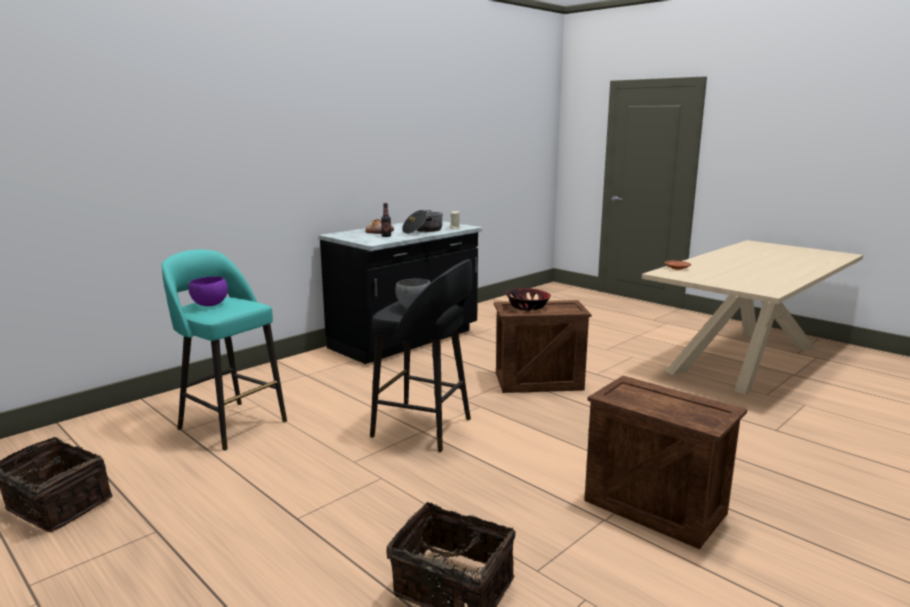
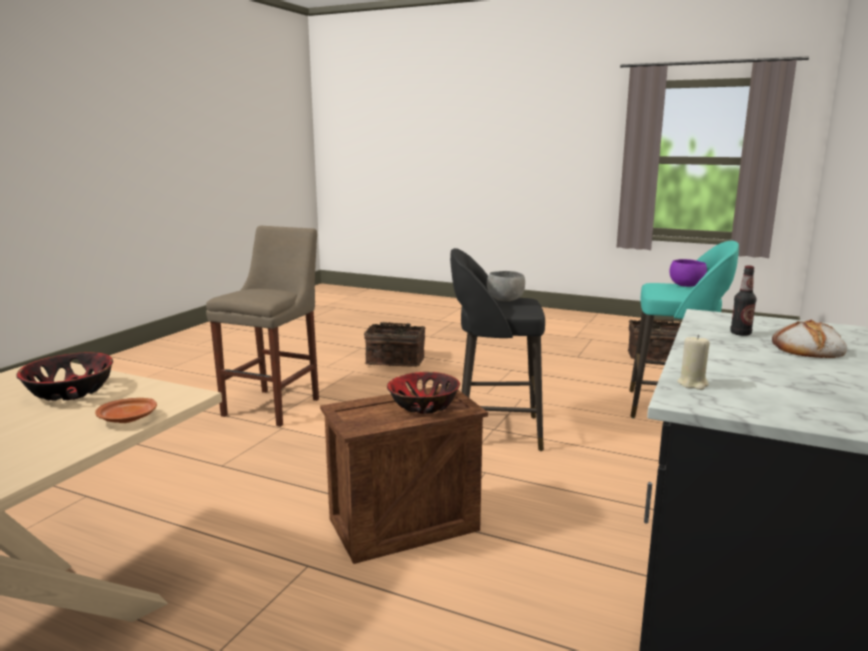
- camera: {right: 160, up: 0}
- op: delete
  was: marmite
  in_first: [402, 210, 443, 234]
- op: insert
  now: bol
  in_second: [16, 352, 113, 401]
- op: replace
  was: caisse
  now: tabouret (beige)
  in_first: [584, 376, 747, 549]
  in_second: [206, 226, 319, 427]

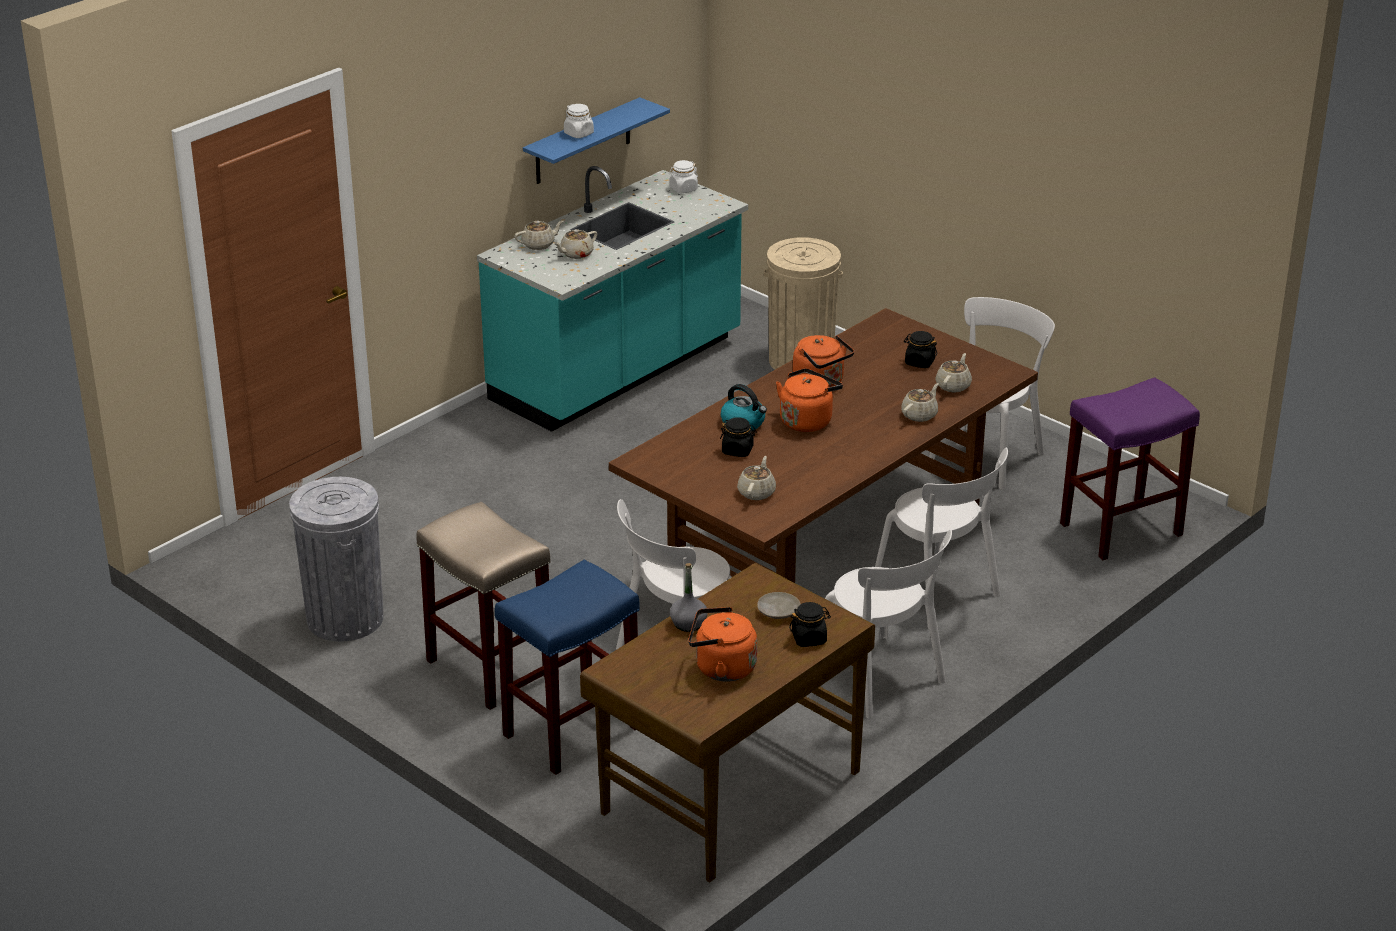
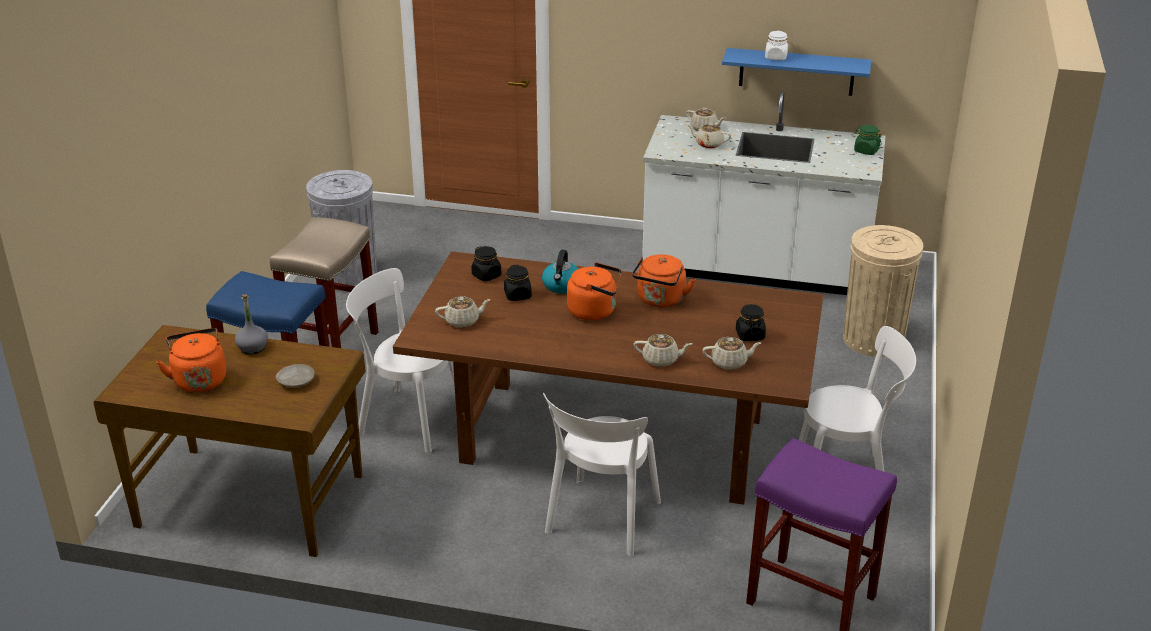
- camera: {right: 60, up: 0}
- op: delete
  was: chaise (blanc)
  in_first: [825, 529, 952, 719]
- op: move
  was: bocal (noir)
  in_first: [789, 602, 831, 647]
  in_second: [471, 246, 501, 281]
- op: recolor
  was: comptoir de cuisine (turquoise)
  now: comptoir de cuisine (blanc)
  in_first: [477, 166, 748, 432]
  in_second: [642, 91, 885, 295]
- op: recolor
  was: bocal (blanc)
  now: bocal (vert)
  in_first: [669, 160, 698, 194]
  in_second: [854, 125, 882, 155]

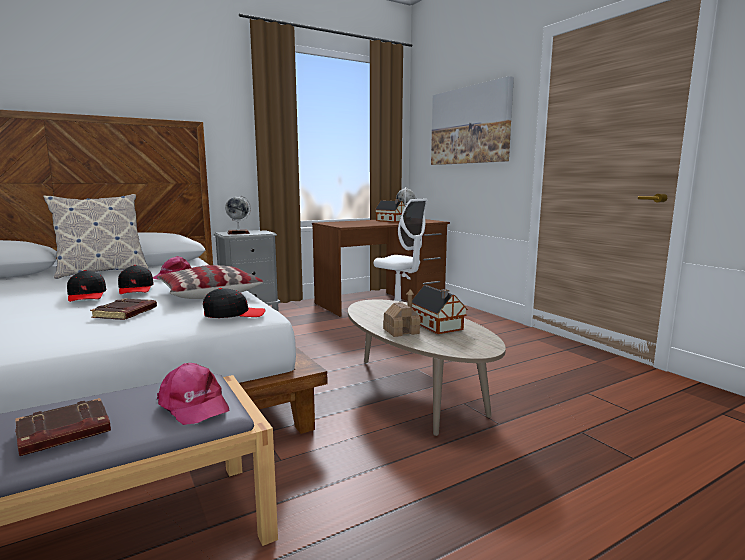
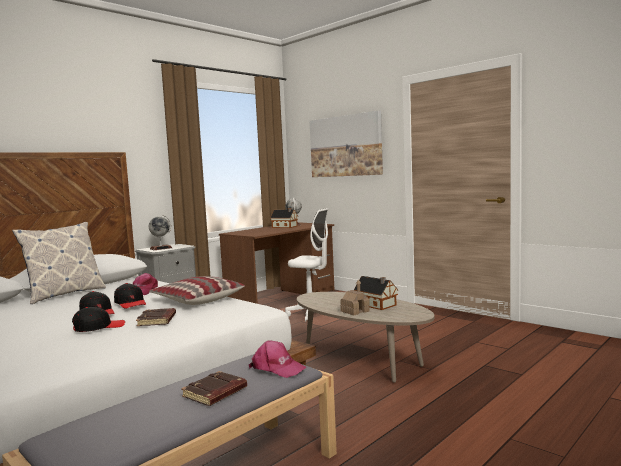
- camera: {right: -15, up: -5}
- op: move
  was: casquette (noir)
  in_first: [203, 288, 265, 318]
  in_second: [72, 307, 125, 332]

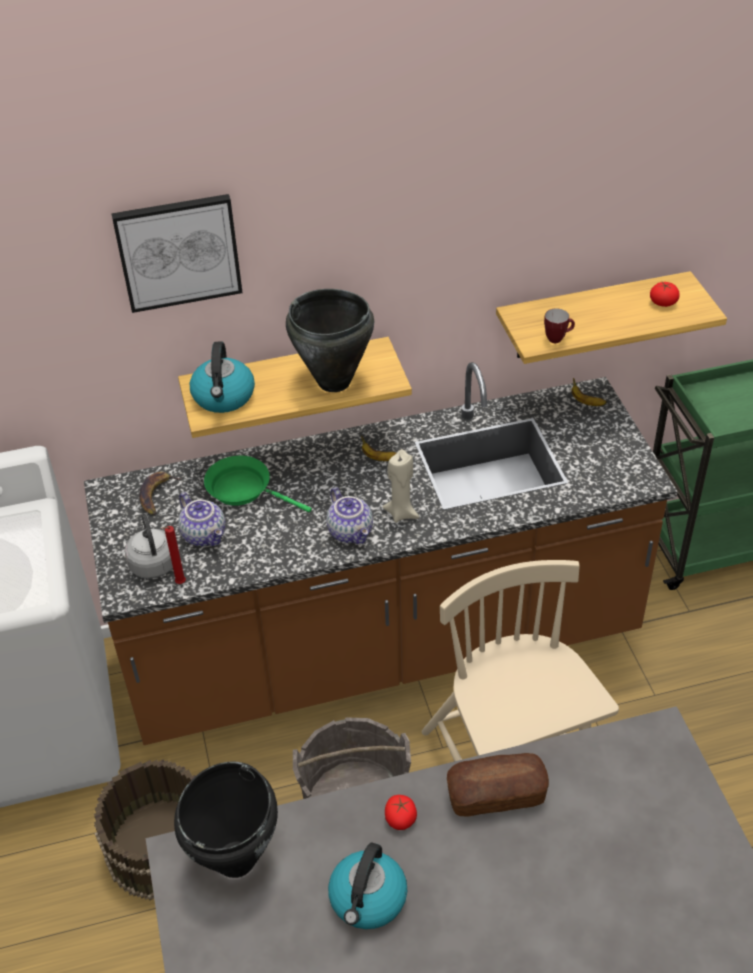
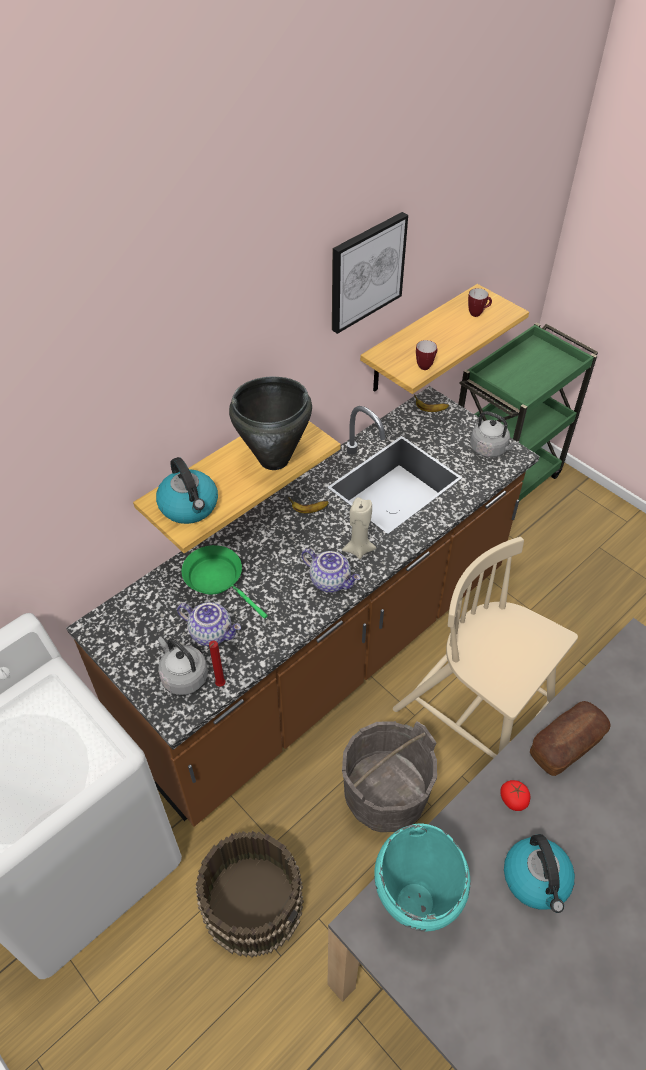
- camera: {right: -30, up: 5}
- op: delete
  was: banane
  in_first: [139, 471, 181, 515]
- op: insert
  now: bouilloire (gris)
  in_second: [470, 411, 519, 457]
- op: move
  was: tableau
  in_first: [111, 194, 243, 313]
  in_second: [332, 212, 408, 334]
- op: replace
  was: tomate
  now: mug
  in_first: [650, 282, 680, 307]
  in_second: [468, 288, 492, 317]
- op: recolor
  was: marmite (noir)
  now: marmite (turquoise)
  in_first: [174, 762, 278, 878]
  in_second: [374, 823, 470, 931]
- op: rotate
  was: poêle (vert)
  in_first: [204, 455, 312, 512]
  in_second: [182, 545, 268, 619]
  clockwise: 45

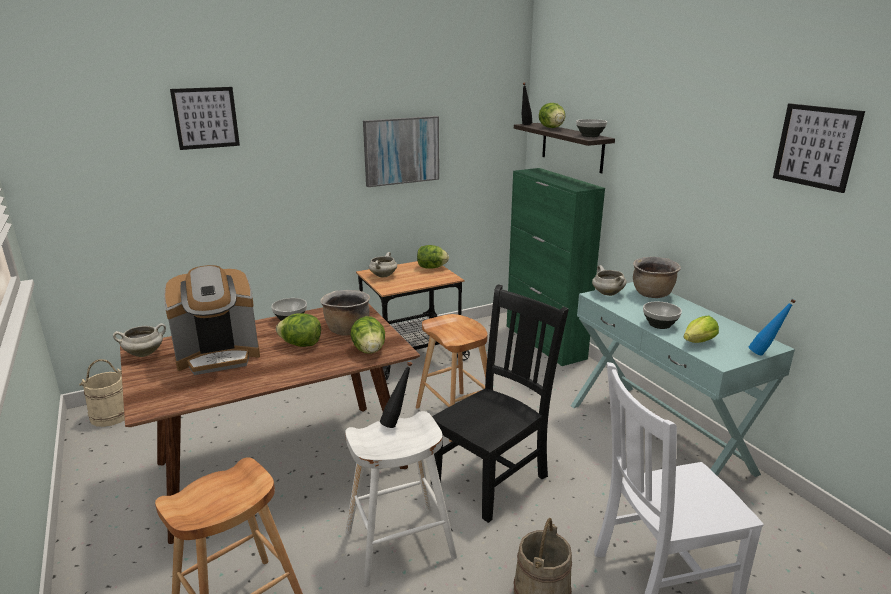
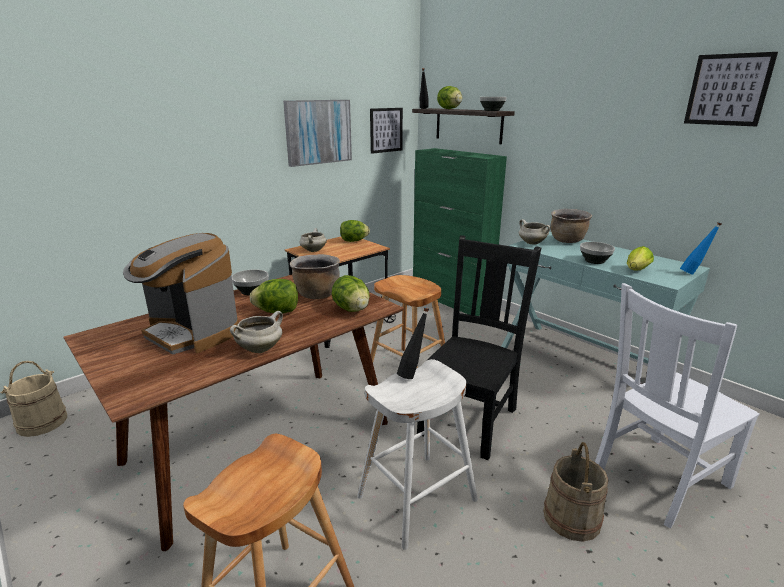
- camera: {right: -15, up: 0}
- op: move
  was: marmite (blanc)
  in_first: [113, 323, 166, 357]
  in_second: [230, 311, 283, 353]
- op: move
  was: tableau
  in_first: [170, 87, 240, 150]
  in_second: [370, 108, 403, 154]
- op: rotate
  was: machine à café
  in_first: [164, 265, 260, 375]
  in_second: [123, 233, 239, 354]
  clockwise: 75

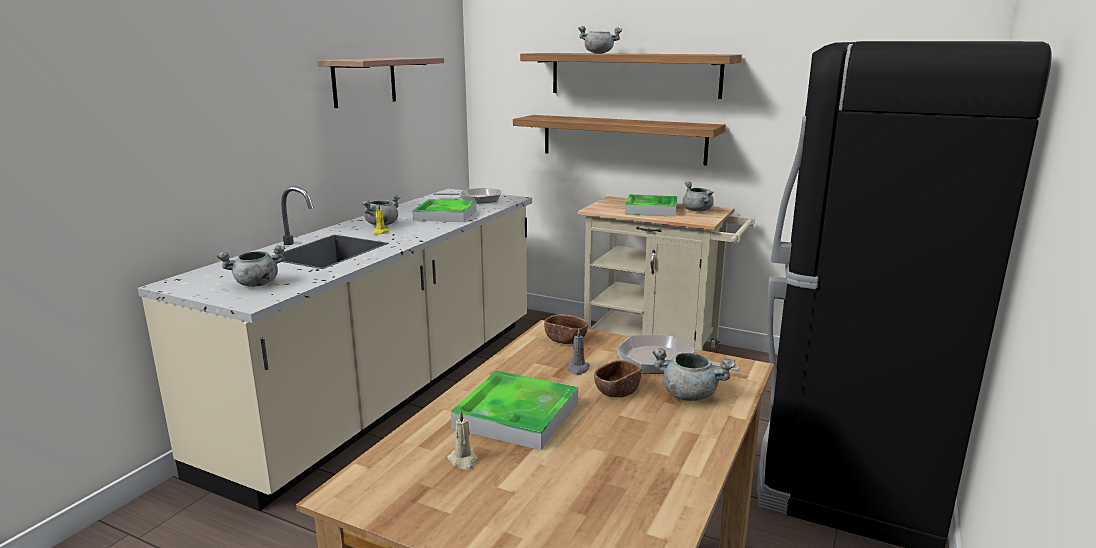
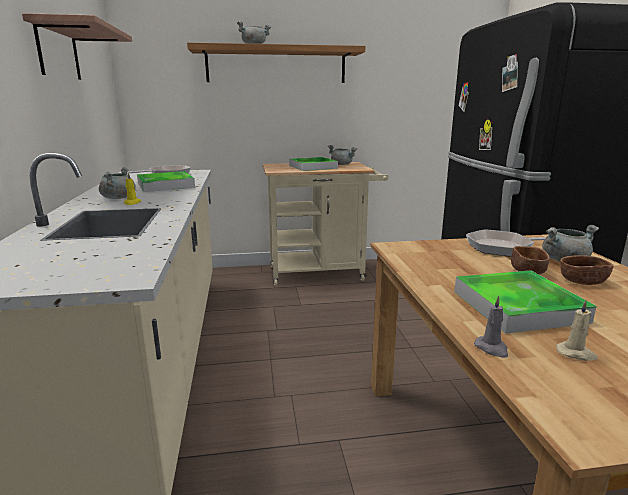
- camera: {right: -35, up: 0}
- op: delete
  was: marmite (gris)
  in_first: [217, 245, 285, 287]
- op: delete
  was: étagère
  in_first: [513, 115, 726, 166]
- op: move
  was: bol (marron)
  in_first: [544, 314, 588, 344]
  in_second: [560, 255, 614, 285]
- op: move
  was: bougie (gris)
  in_first: [568, 329, 590, 375]
  in_second: [474, 296, 508, 358]

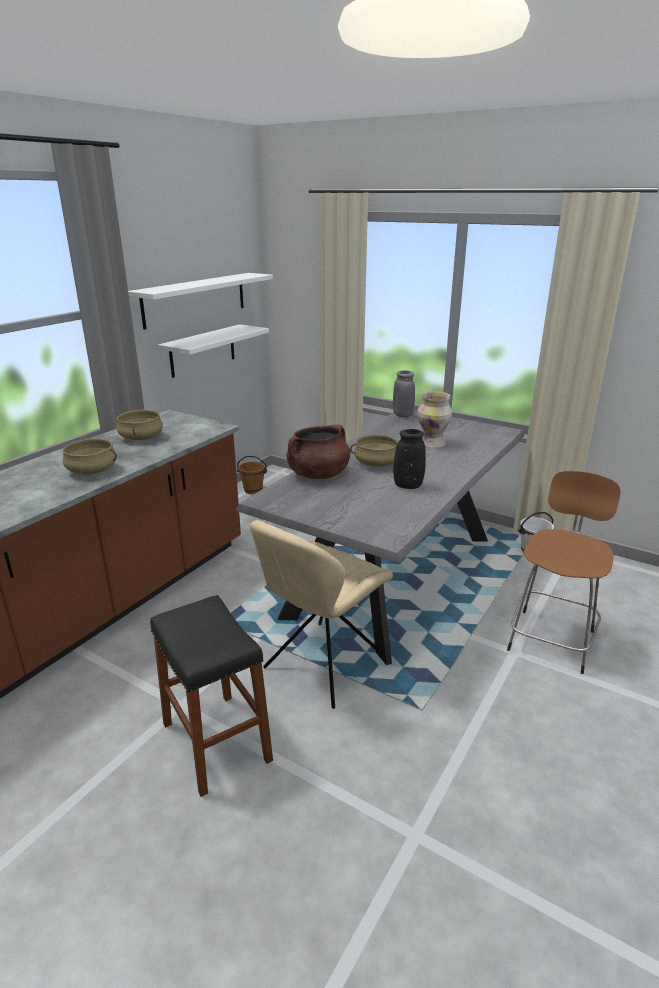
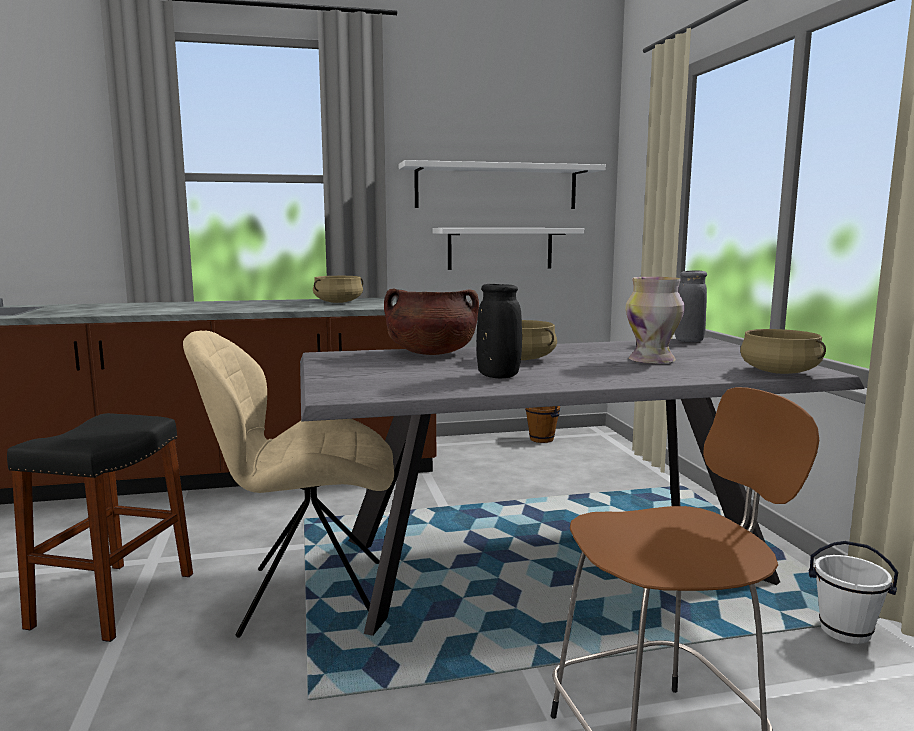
- camera: {right: 45, up: -15}
- op: move
  was: marmite (beige)
  in_first: [63, 438, 117, 474]
  in_second: [740, 329, 826, 374]

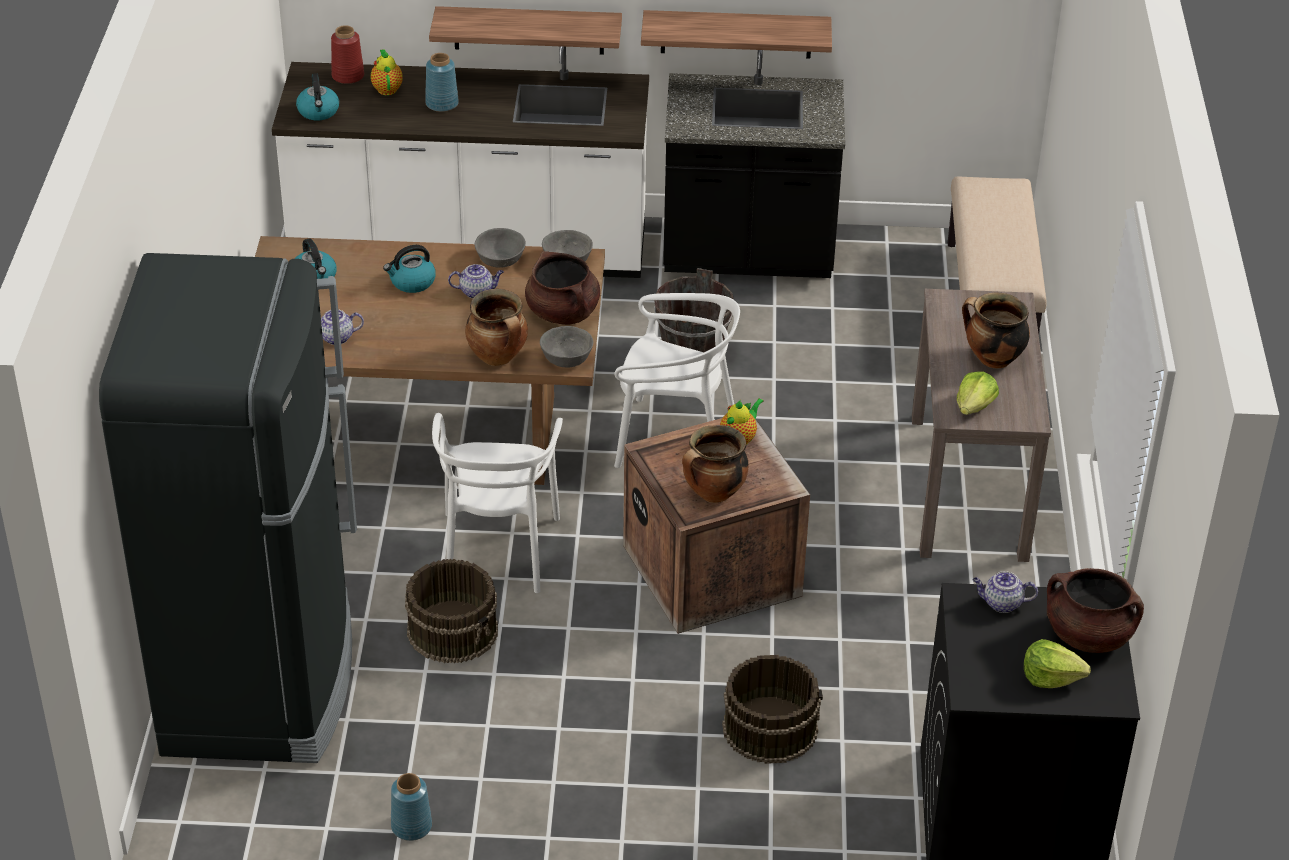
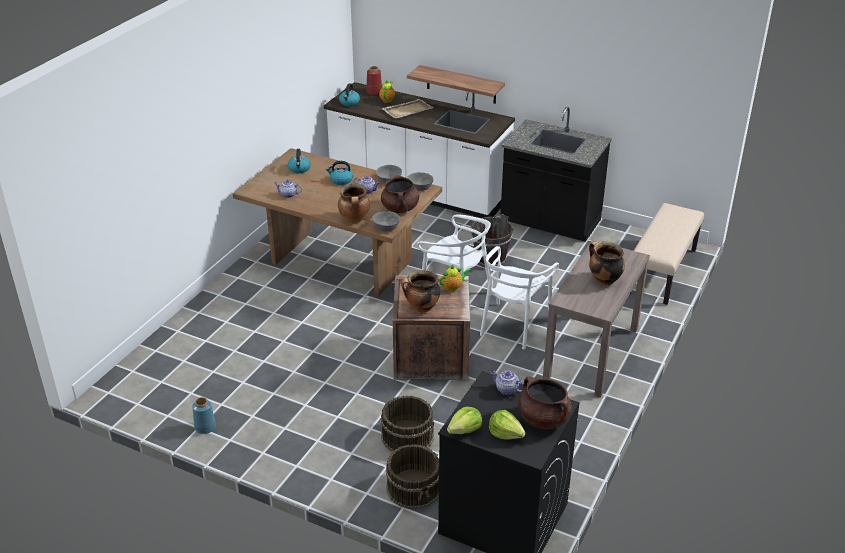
- camera: {right: 25, up: -5}
- op: delete
  was: réfrigérateur (noir)
  in_first: [99, 253, 357, 763]
- op: delete
  was: étagère
  in_first: [641, 10, 832, 59]
- op: move
  was: seau (marron)
  in_first: [405, 559, 498, 663]
  in_second: [386, 444, 439, 509]
- op: move
  was: chaise (blanc)
  in_first: [432, 413, 563, 593]
  in_second: [480, 246, 559, 349]
- op: move
  was: laitue
  in_first: [957, 371, 999, 415]
  in_second: [447, 407, 482, 434]
- op: replace
  was: vase (bleu)
  now: plateau (beige)
  in_first: [425, 53, 459, 112]
  in_second: [382, 99, 433, 119]

